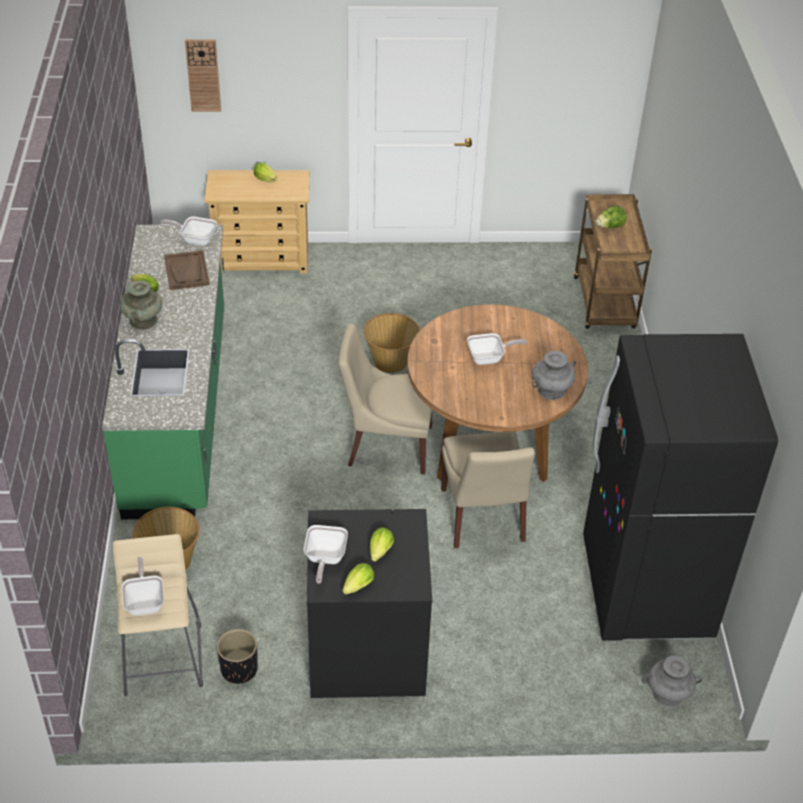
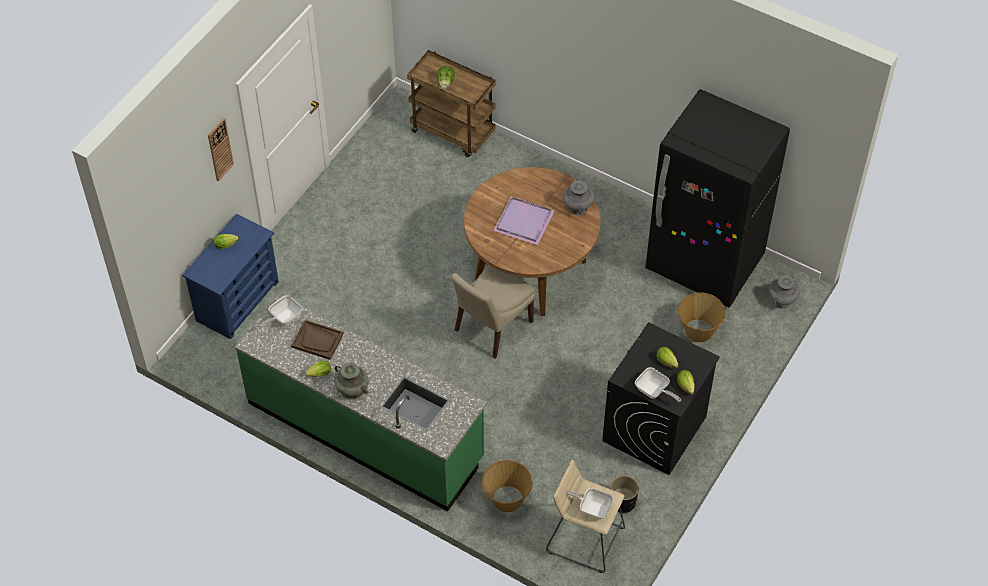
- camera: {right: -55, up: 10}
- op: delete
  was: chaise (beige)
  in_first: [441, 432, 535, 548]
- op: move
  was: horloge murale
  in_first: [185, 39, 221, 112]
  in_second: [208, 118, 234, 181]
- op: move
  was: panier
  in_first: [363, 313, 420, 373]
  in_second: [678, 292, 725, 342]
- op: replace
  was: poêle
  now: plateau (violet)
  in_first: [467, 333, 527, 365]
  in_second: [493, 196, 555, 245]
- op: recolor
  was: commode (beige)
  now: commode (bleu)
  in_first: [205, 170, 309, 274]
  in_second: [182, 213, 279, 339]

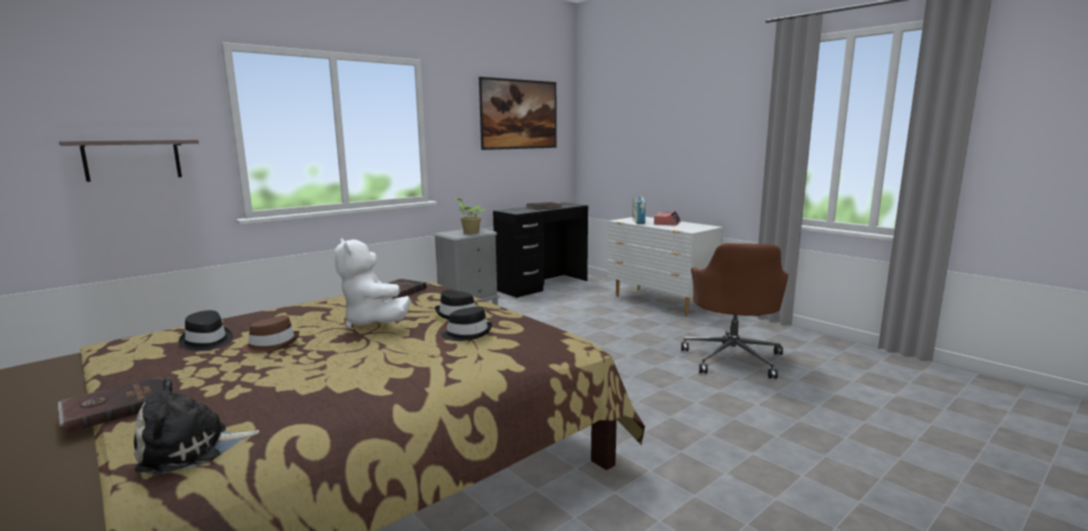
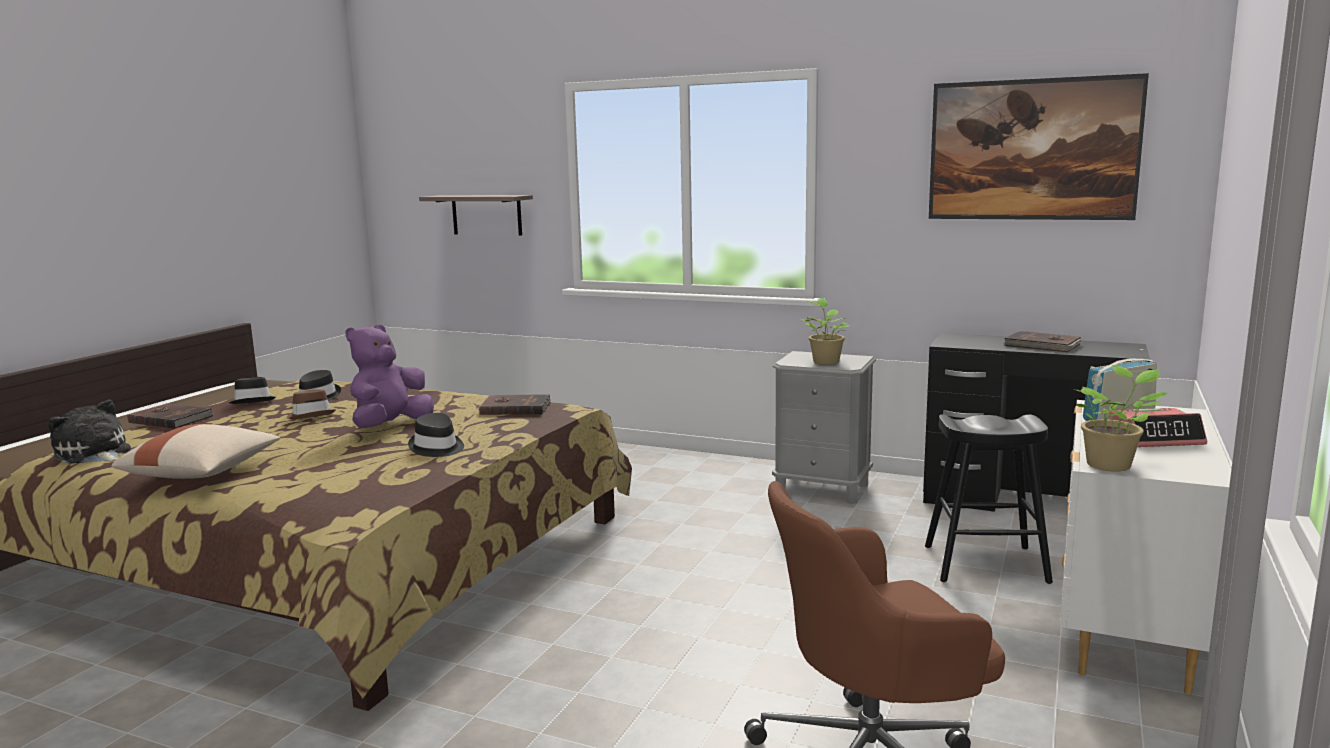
- camera: {right: 65, up: 0}
- op: insert
  now: coussin (beige)
  in_second: [111, 424, 280, 479]
- op: insert
  now: tabouret (noir)
  in_second: [925, 414, 1053, 584]
- op: insert
  now: plante en pot
  in_second: [1073, 365, 1168, 472]
- op: move
  was: chapeau (noir)
  in_first: [441, 306, 492, 341]
  in_second: [229, 377, 276, 404]
- op: recolor
  was: peluche (blanc)
  now: peluche (violet)
  in_first: [335, 238, 410, 328]
  in_second: [345, 324, 434, 428]

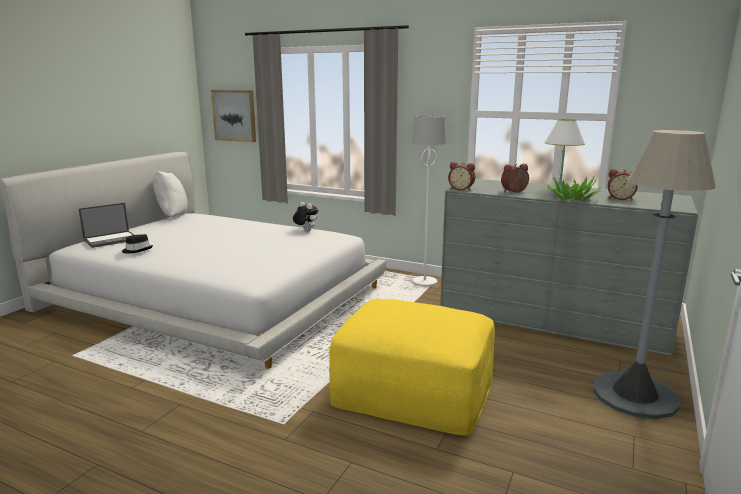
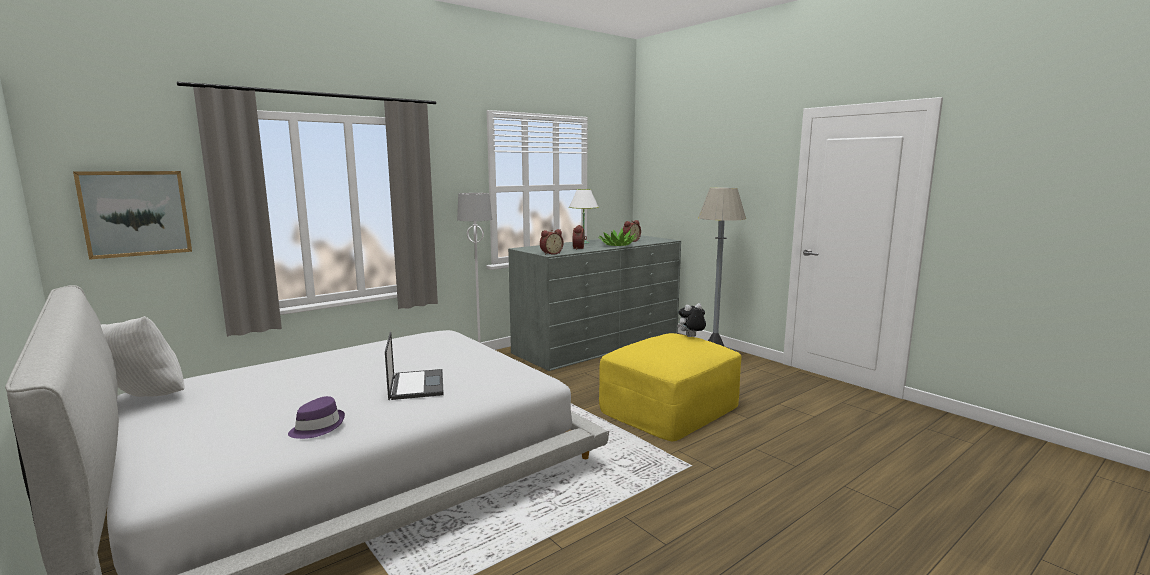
- camera: {right: -65, up: -5}
- op: move
  was: ordinateur portable
  in_first: [79, 203, 134, 248]
  in_second: [385, 332, 444, 400]
- op: move
  was: peluche
  in_first: [293, 202, 318, 231]
  in_second: [677, 303, 706, 337]
- op: recolor
  was: chapeau (noir)
  now: chapeau (violet)
  in_first: [122, 234, 153, 253]
  in_second: [288, 396, 345, 439]

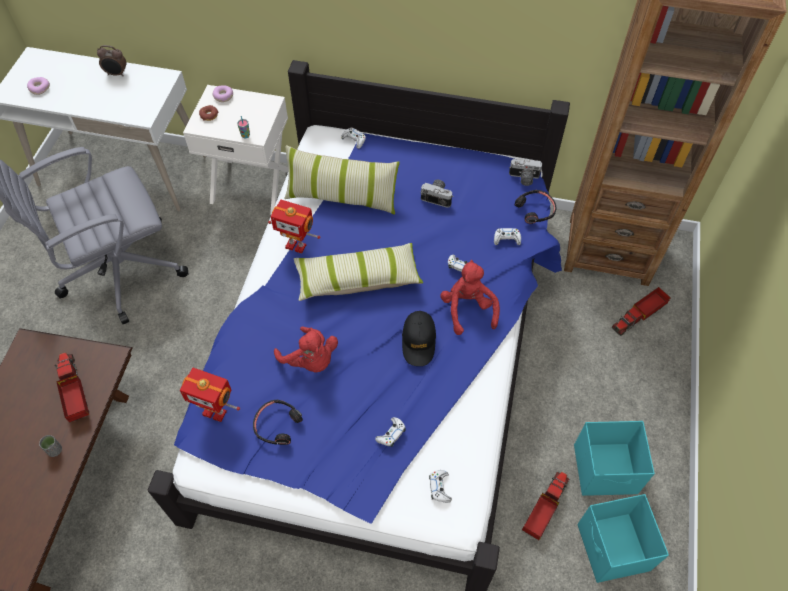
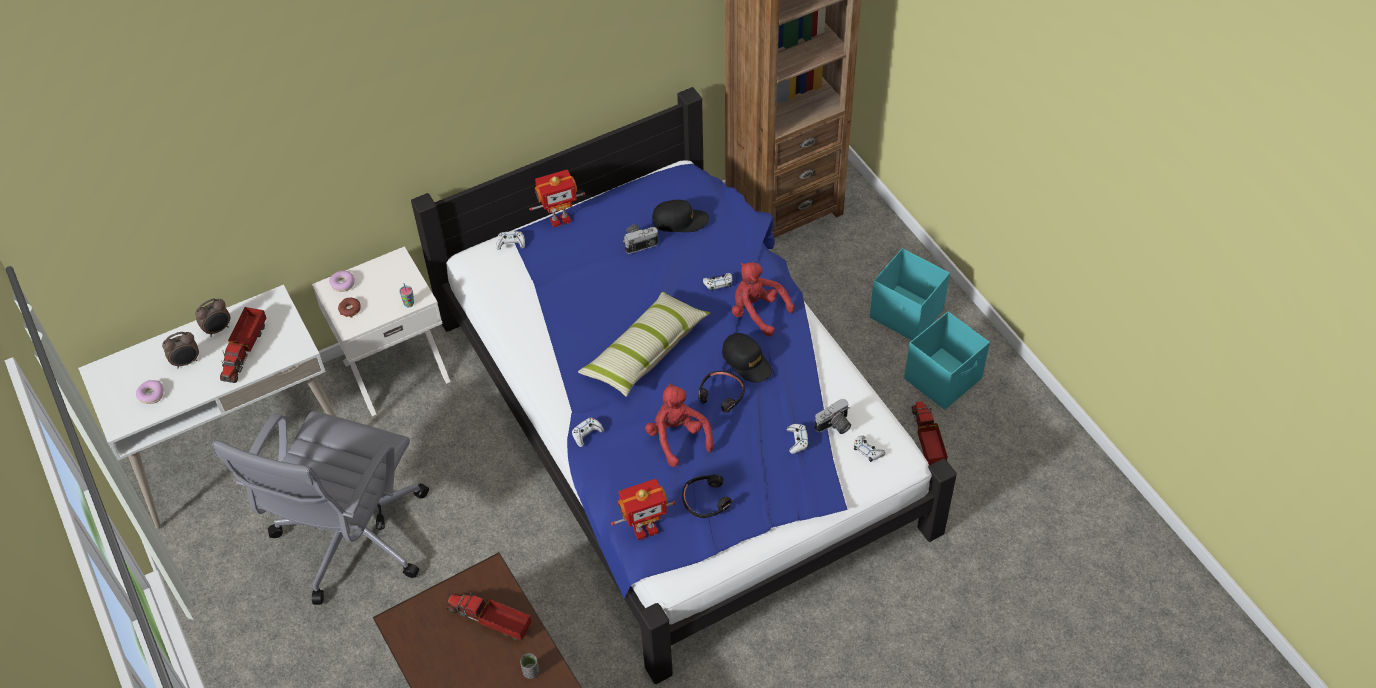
- camera: {right: -40, up: -5}
- op: delete
  was: coussin
  in_first: [284, 145, 400, 215]
- op: insert
  now: réveil
  in_second: [162, 332, 199, 369]
- op: insert
  now: casquette (noir)
  in_second: [652, 200, 709, 232]
- op: move
  was: robot jouet
  in_first: [268, 200, 321, 254]
  in_second: [529, 170, 585, 228]
- op: move
  was: manette (blanc)
  in_first: [494, 228, 521, 245]
  in_second: [572, 418, 604, 447]
- op: move
  was: appareil photo
  in_first: [509, 159, 542, 186]
  in_second: [814, 399, 851, 434]
- op: move
  was: casque audio (noir)
  in_first: [515, 190, 557, 224]
  in_second: [698, 371, 745, 413]
- op: move
  was: boîte de rangement (turquoise)
  in_first: [577, 494, 669, 583]
  in_second: [870, 248, 950, 340]
- op: move
  was: camion jouet
  in_first: [612, 287, 671, 336]
  in_second: [220, 307, 267, 383]
- op: rotate
  was: peluche (rouge)
  in_first: [274, 327, 338, 372]
  in_second: [645, 383, 713, 467]
  clockwise: -120

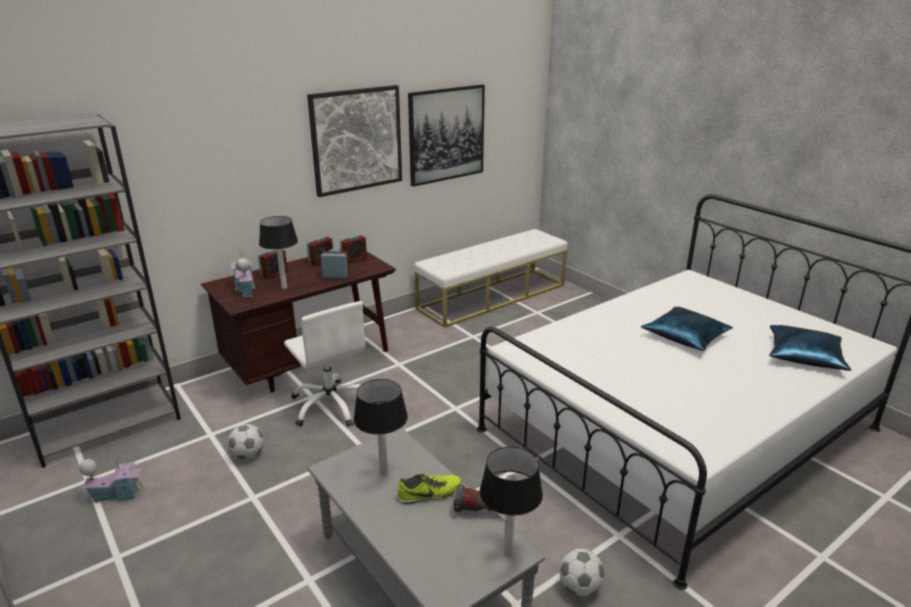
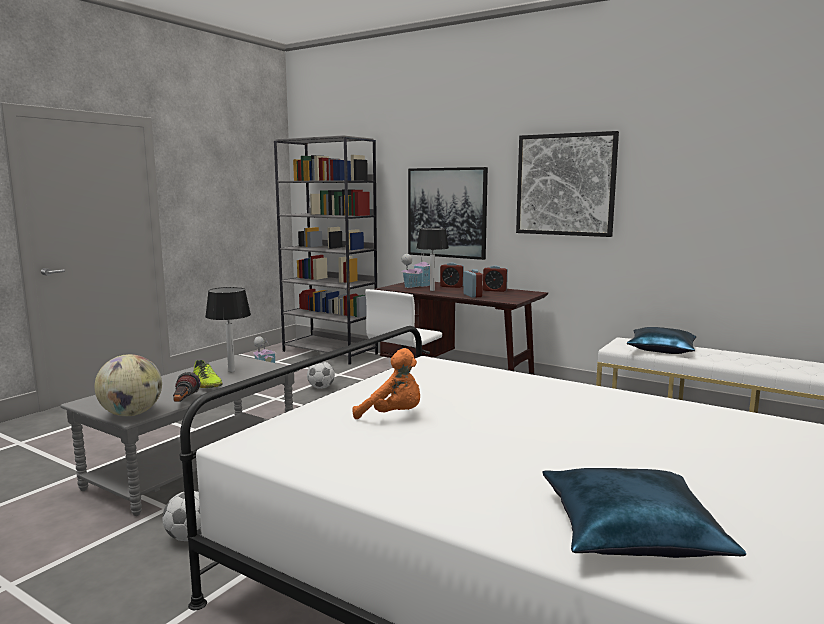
- camera: {right: 70, up: -15}
- op: delete
  was: réveil
  in_first: [340, 234, 367, 264]
- op: insert
  now: peluche (orange)
  in_second: [353, 348, 420, 419]
- op: move
  was: tableau
  in_first: [408, 84, 485, 187]
  in_second: [408, 167, 488, 260]
- op: move
  was: coussin (bleu)
  in_first: [641, 307, 733, 351]
  in_second: [627, 327, 696, 354]
- op: replace
  was: lampe de table
  now: globe
  in_first: [480, 447, 543, 557]
  in_second: [94, 354, 162, 416]

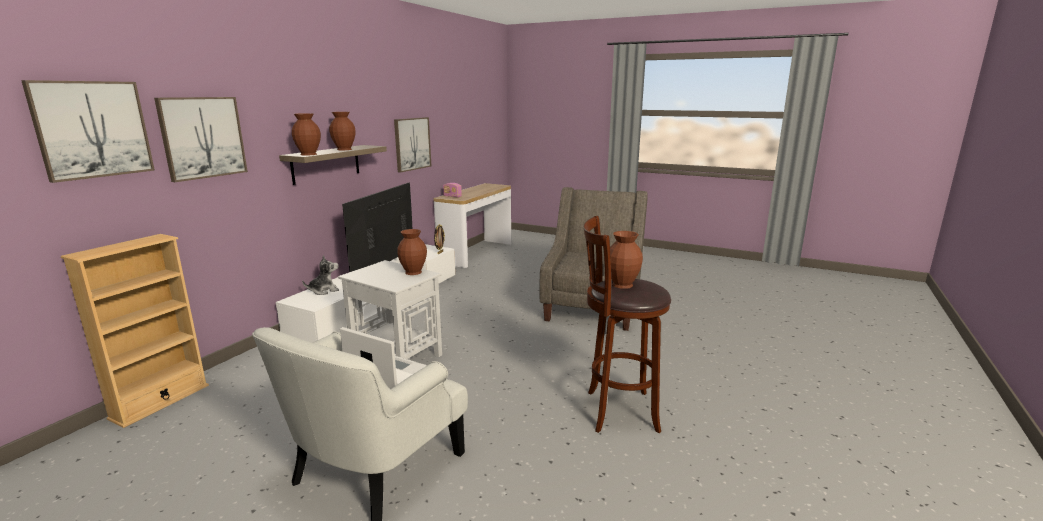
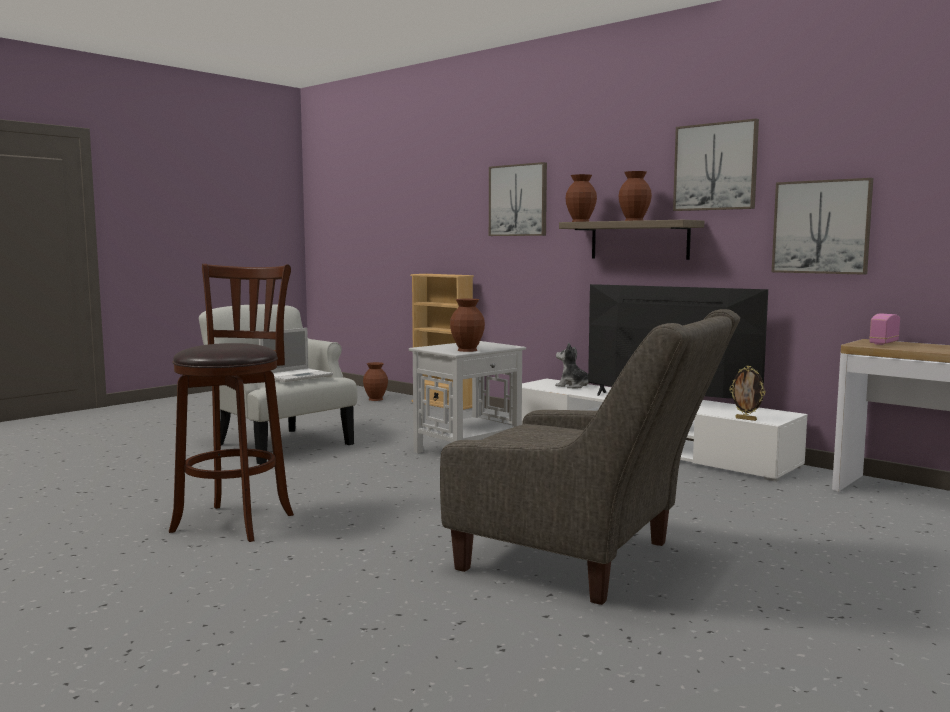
- camera: {right: 105, up: -10}
- op: move
  was: tableau
  in_first: [21, 80, 155, 183]
  in_second: [673, 119, 759, 211]
- op: move
  was: vase (marron)
  in_first: [610, 231, 643, 289]
  in_second: [363, 362, 388, 401]
- op: rotate
  was: peluche
  in_first: [302, 255, 339, 295]
  in_second: [555, 343, 588, 389]
  clockwise: 135

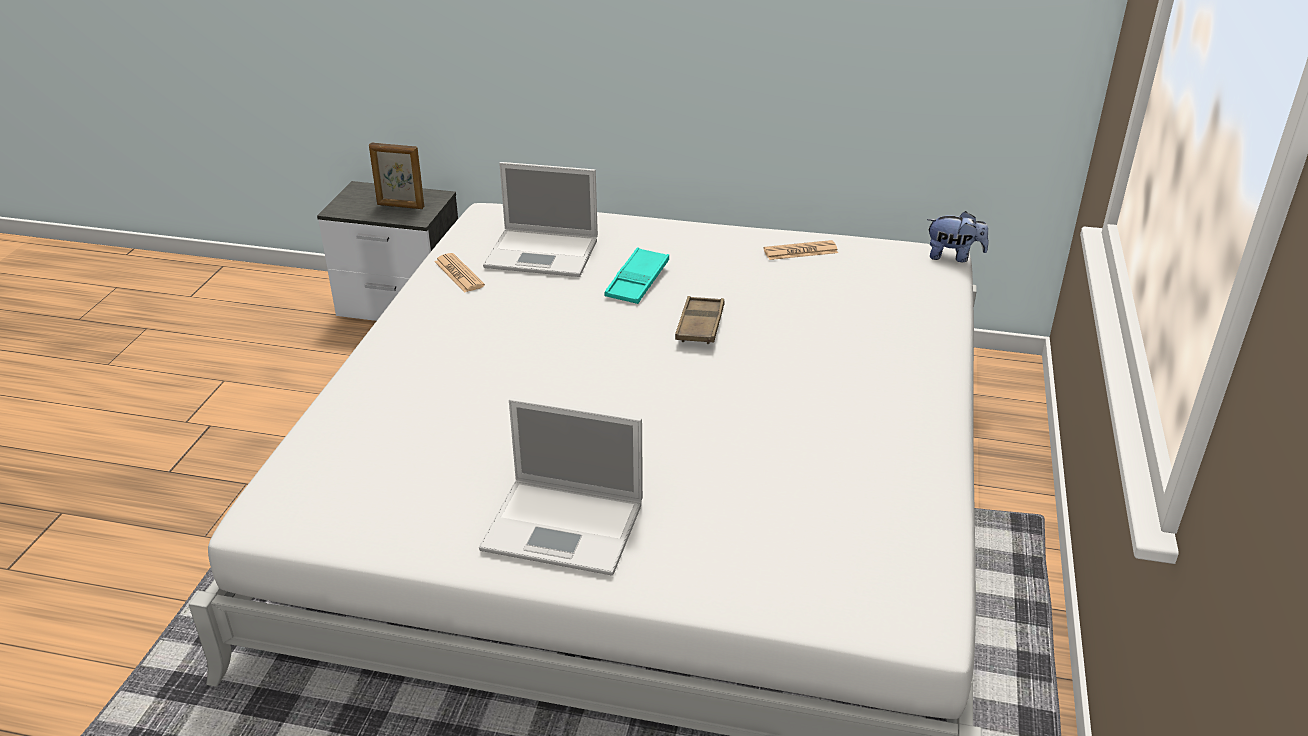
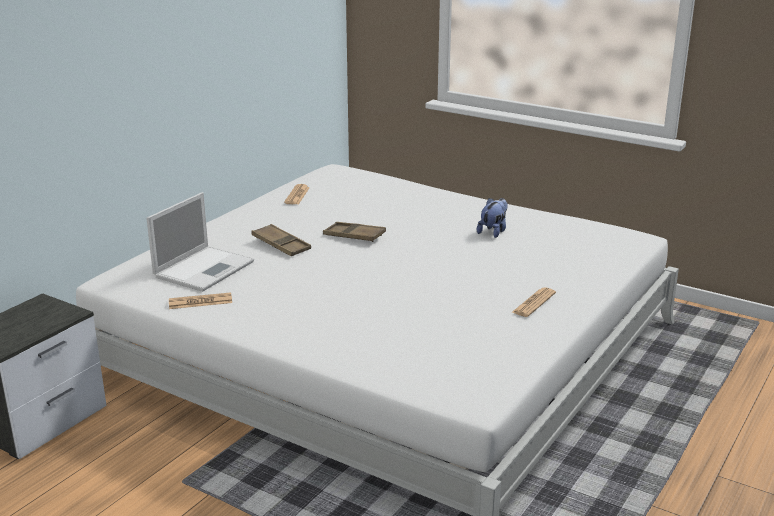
- camera: {right: -70, up: -10}
- op: delete
  was: cadre photo
  in_first: [369, 142, 424, 209]
- op: move
  was: peluche
  in_first: [927, 211, 989, 262]
  in_second: [477, 198, 508, 238]
- op: replace
  was: ordinateur portable
  now: journal
  in_first: [479, 398, 643, 576]
  in_second: [511, 287, 556, 317]
- op: recolor
  was: plateau (turquoise)
  now: plateau (marron)
  in_first: [604, 247, 669, 304]
  in_second: [252, 224, 311, 256]

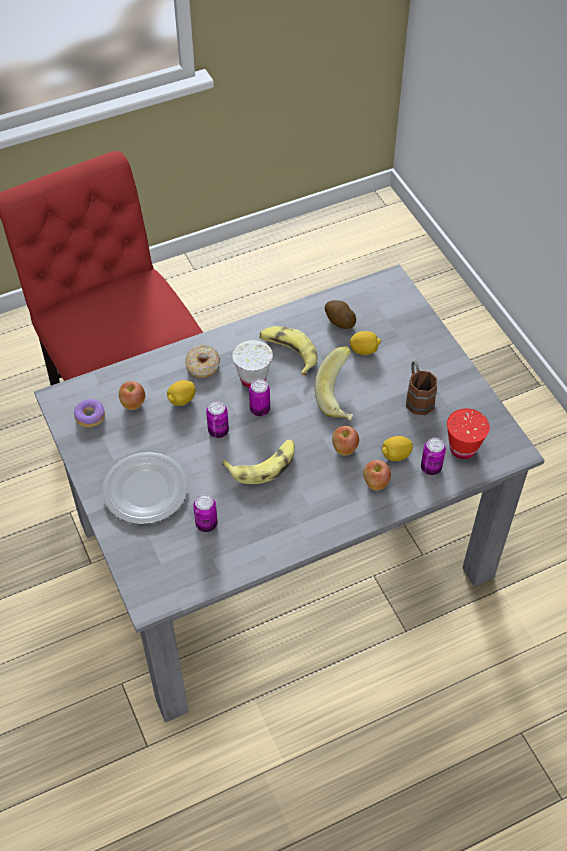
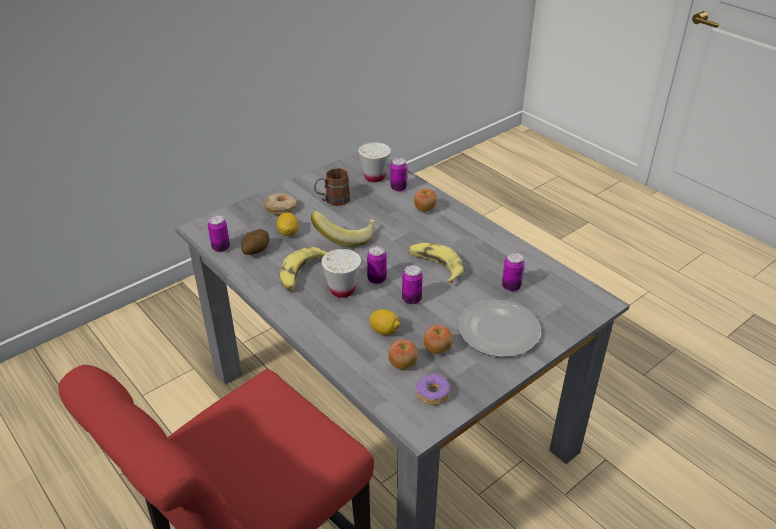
- camera: {right: -105, up: -15}
- op: delete
  was: citron
  in_first: [382, 436, 413, 461]
- op: insert
  now: boîte métallique
  in_second: [208, 215, 230, 252]
- op: move
  was: beignet
  in_first: [185, 345, 220, 378]
  in_second: [264, 193, 297, 215]
- op: move
  was: pomme
  in_first: [332, 426, 359, 456]
  in_second: [423, 325, 453, 354]
- op: recolor
  was: tasse (rouge)
  now: tasse (blanc)
  in_first: [447, 408, 490, 459]
  in_second: [358, 142, 391, 182]

